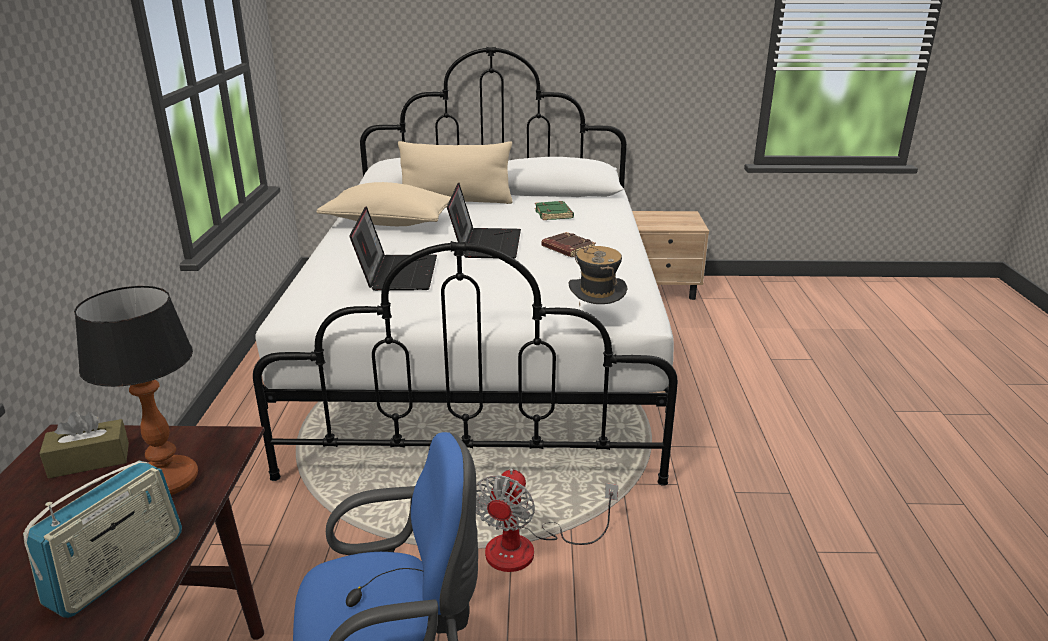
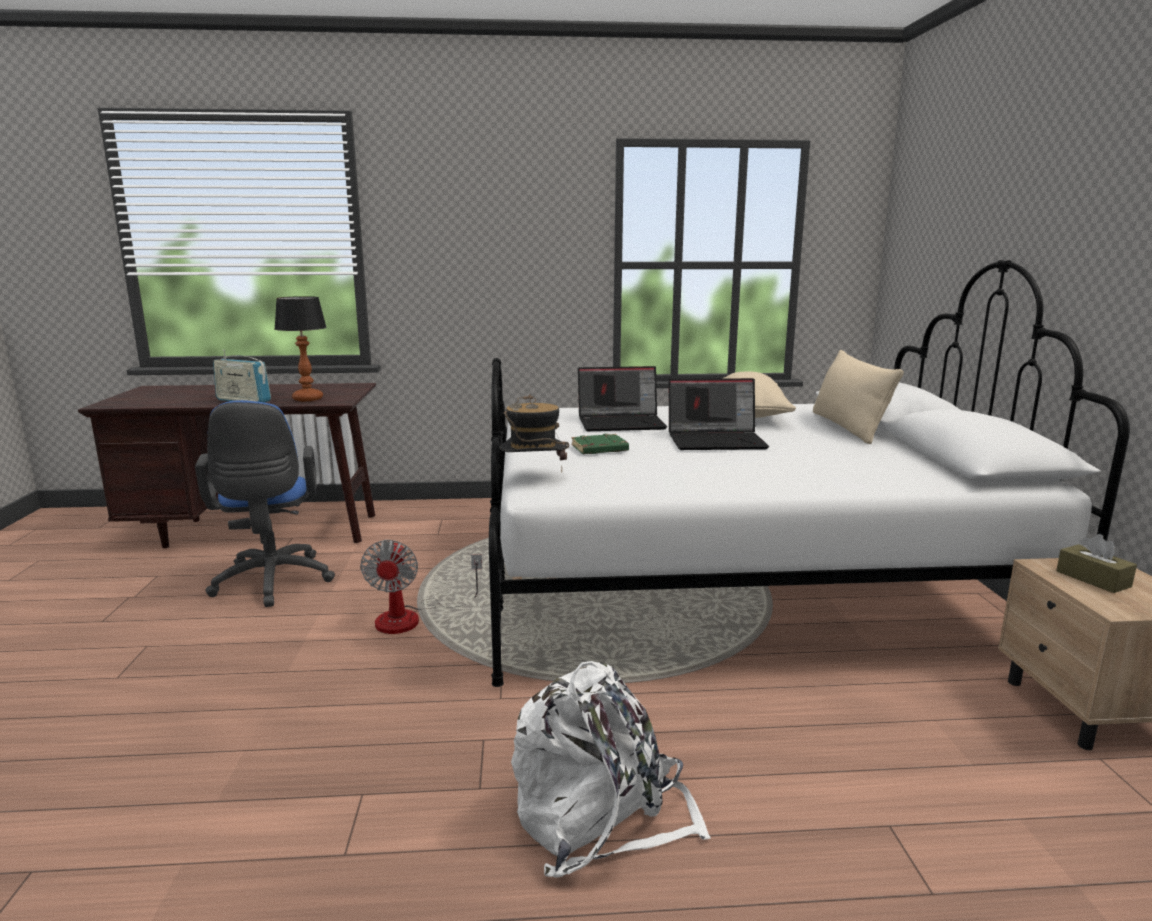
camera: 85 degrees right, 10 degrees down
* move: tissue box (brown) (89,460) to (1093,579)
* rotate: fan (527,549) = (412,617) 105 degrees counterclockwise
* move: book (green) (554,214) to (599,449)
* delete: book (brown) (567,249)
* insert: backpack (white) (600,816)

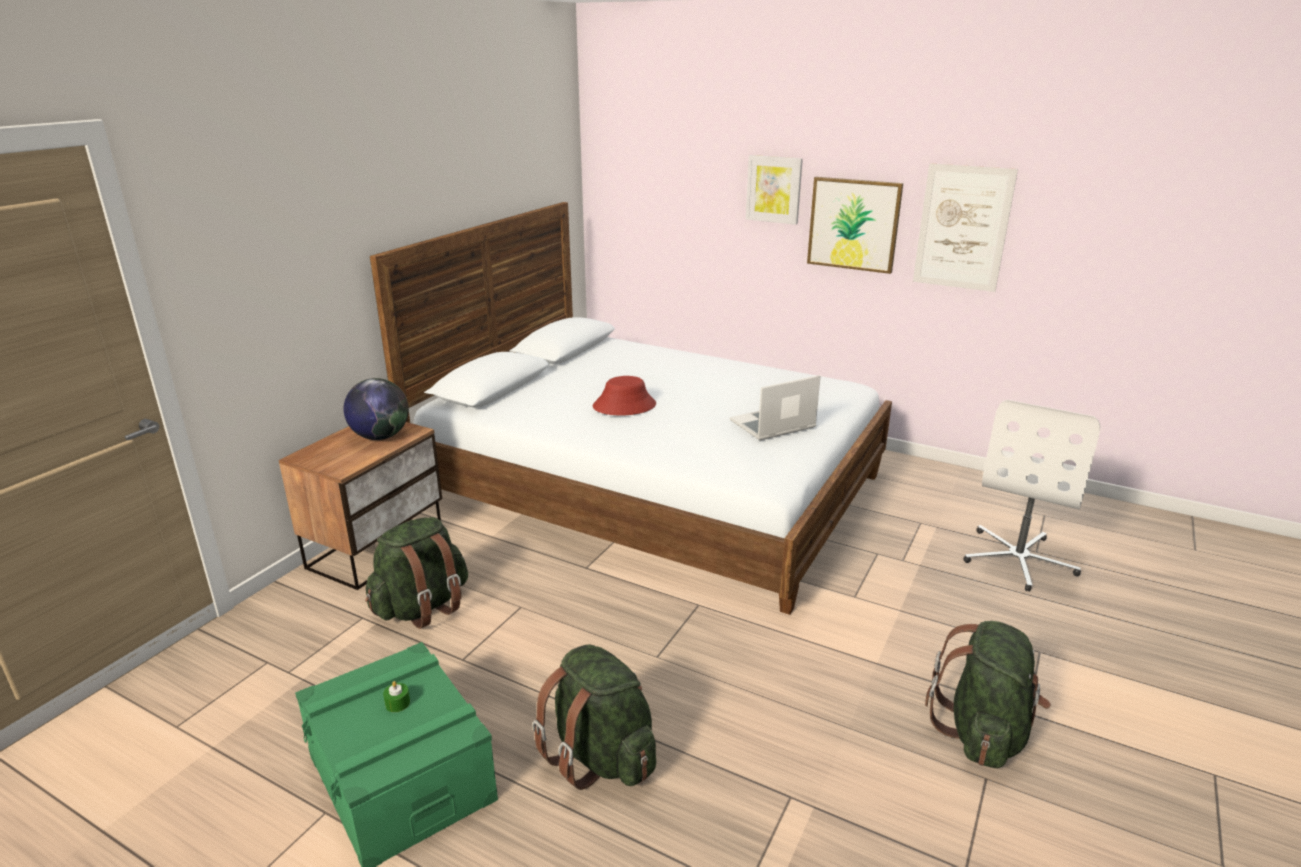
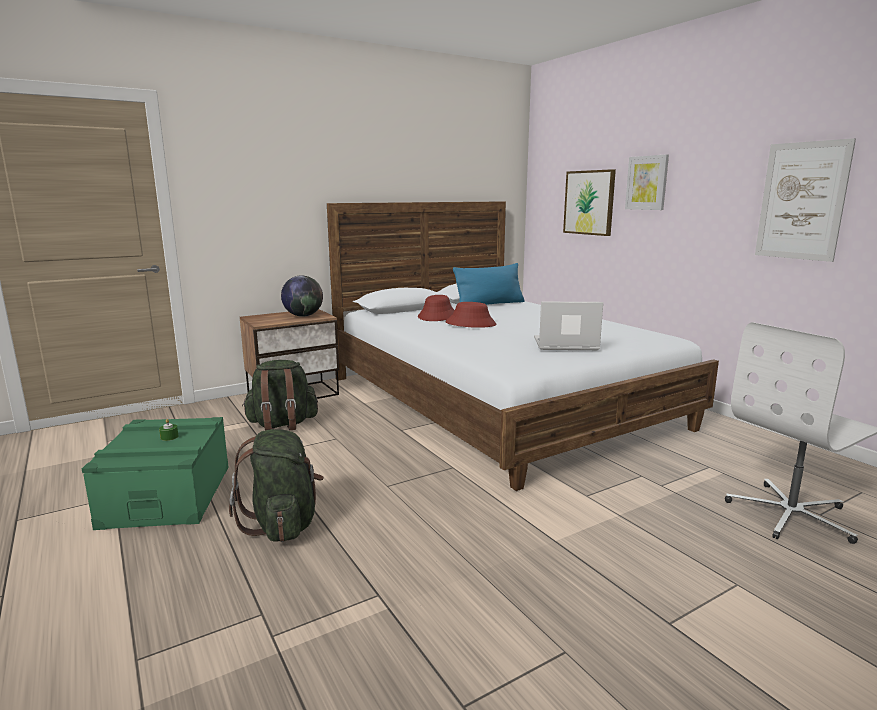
camera: 30 degrees right, 10 degrees down
* move: picture (853,224) to (589,202)
* delete: backpack (green) (982,732)
* insert: hat (red) (437,316)
* insert: pillow (blue) (489,304)

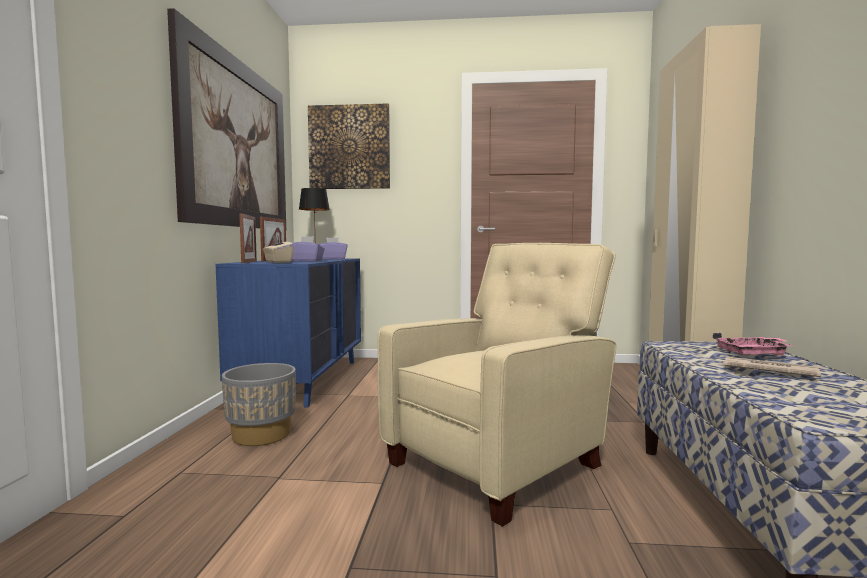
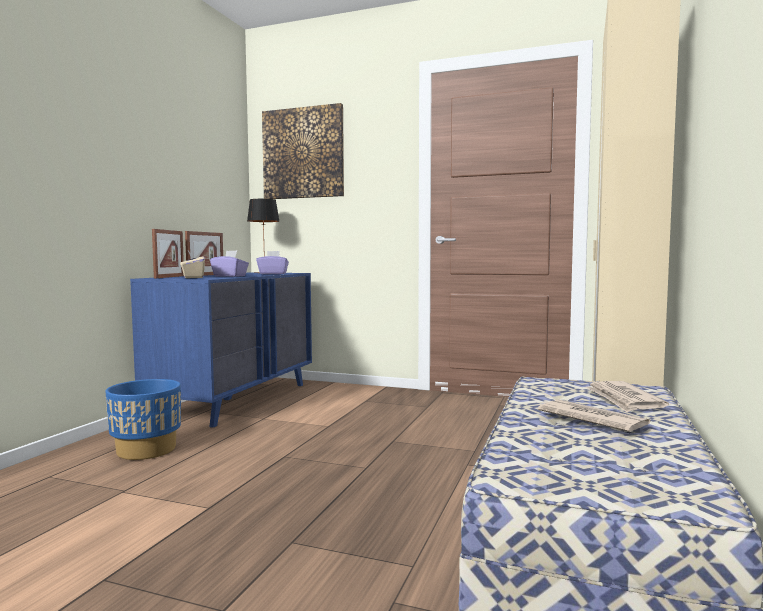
camera: 15 degrees right, 0 degrees up
* delete: picture (237,145)
* recolor: planter (grey) (261,435) to planter (blue) (146,450)
* delete: armchair (beige) (500,462)
* replace: tray (pink) (754,354) to newspaper (624,400)

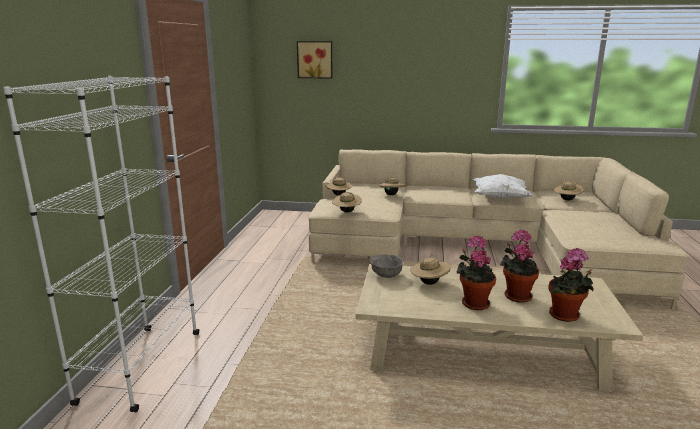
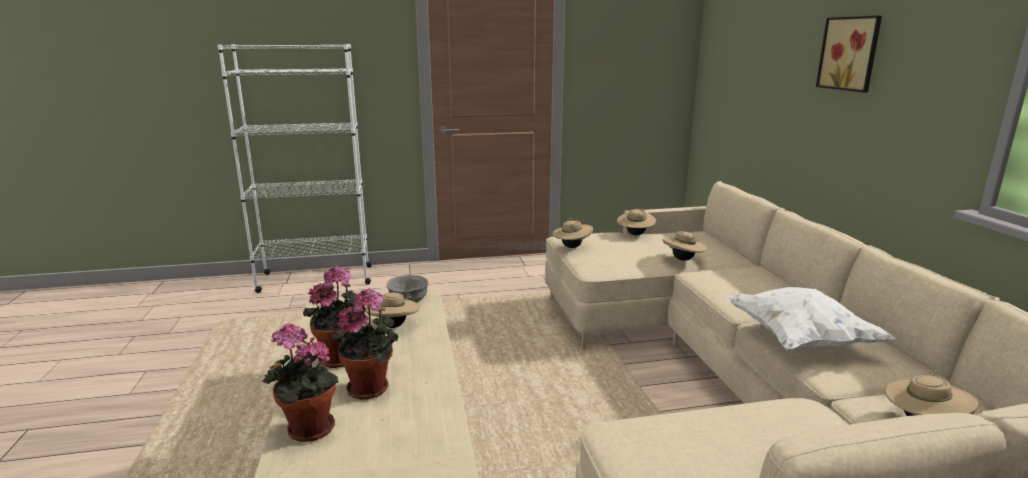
camera: 70 degrees right, 0 degrees up
* move: picture (315,59) to (851,53)

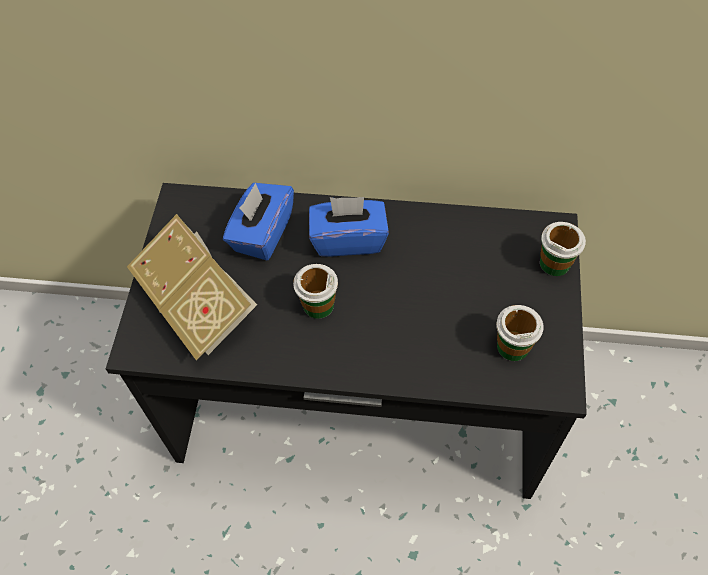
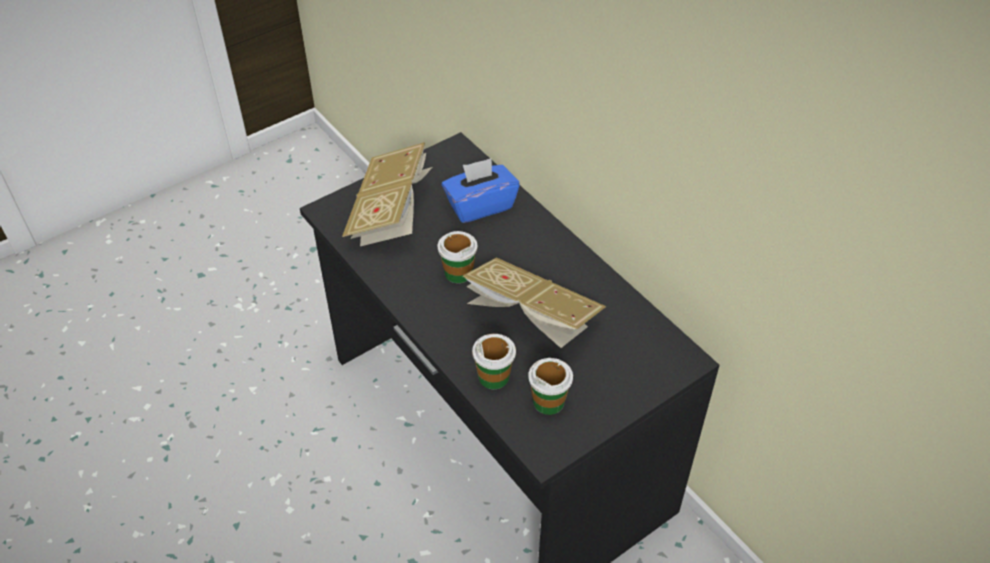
camera: 45 degrees right, 10 degrees down
* delete: tissue box (blue) (348,239)
* move: cup (555,263) to (494,376)
* insert: book (531,319)

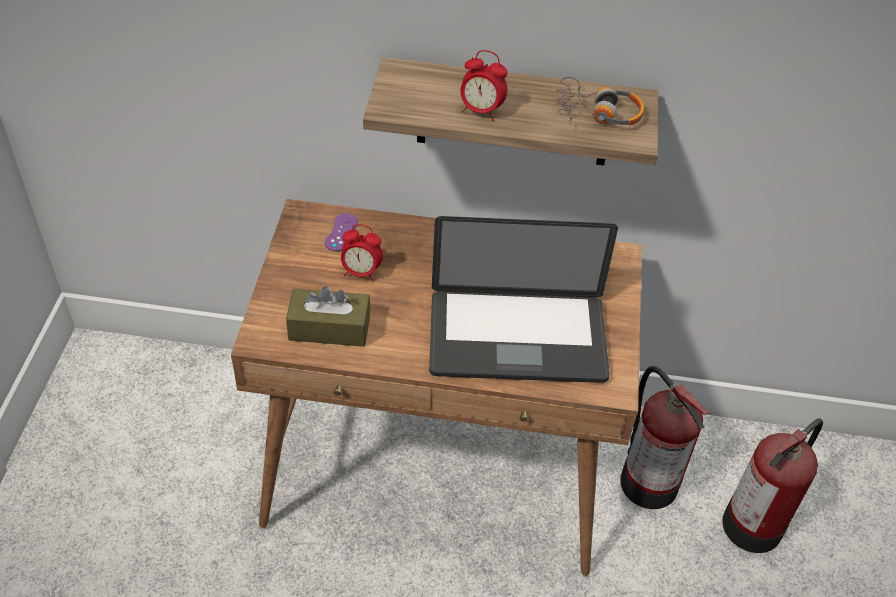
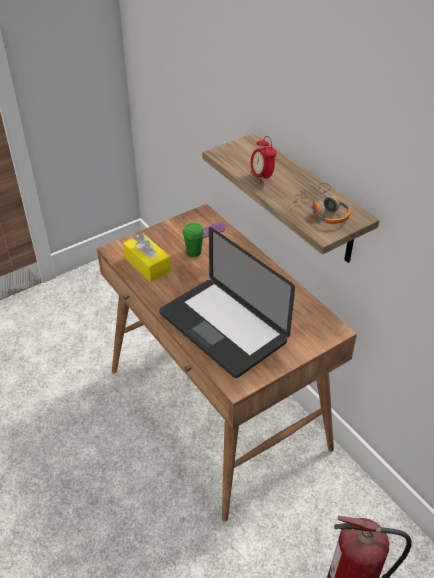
camera: 50 degrees right, 5 degrees down
* recolor: tissue box (brown) (329,328) to tissue box (yellow) (147,265)
* replace: alarm clock (361,272) to cup (green) (194,252)
* delete: fire extinguisher (646,480)

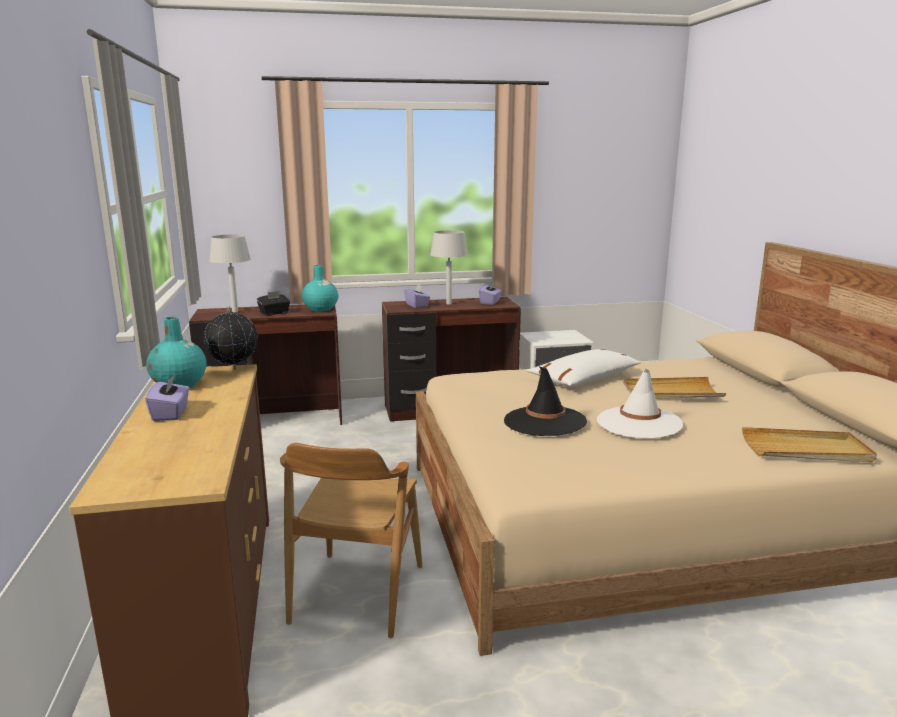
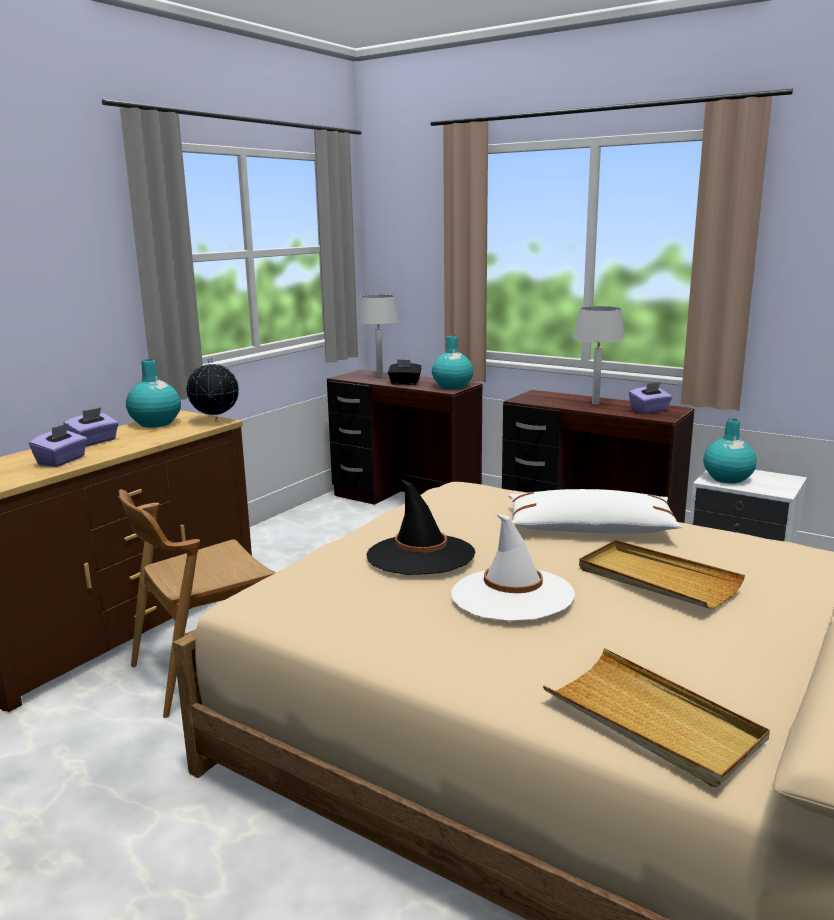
camera: 45 degrees right, 0 degrees up
* move: tissue box (purple) (417,306) to (62,461)
* insert: vase (turquoise) (727,479)

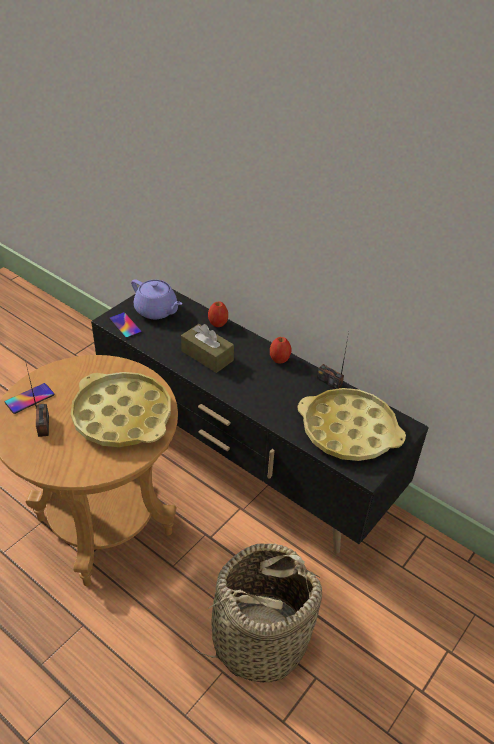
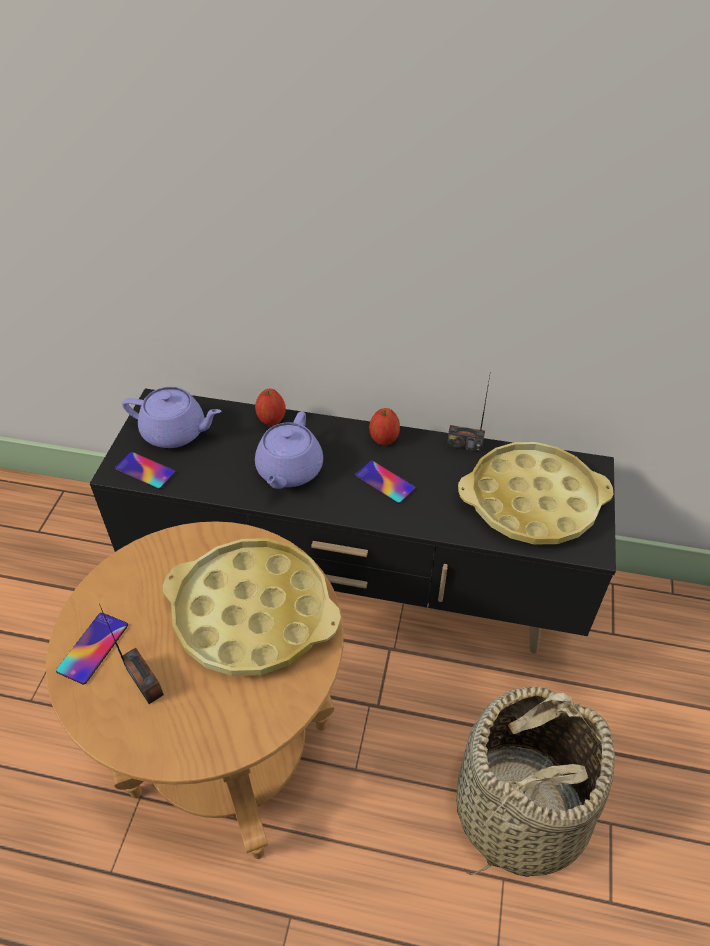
camera: 25 degrees left, 5 degrees up
* replace: tissue box (brown) (207,356) to teapot (purple) (289,471)
* insert: phone (385,482)

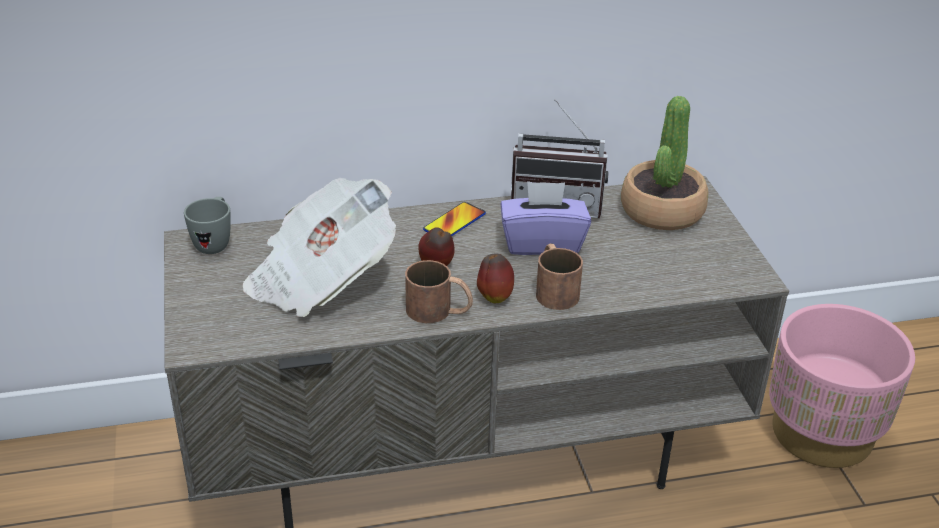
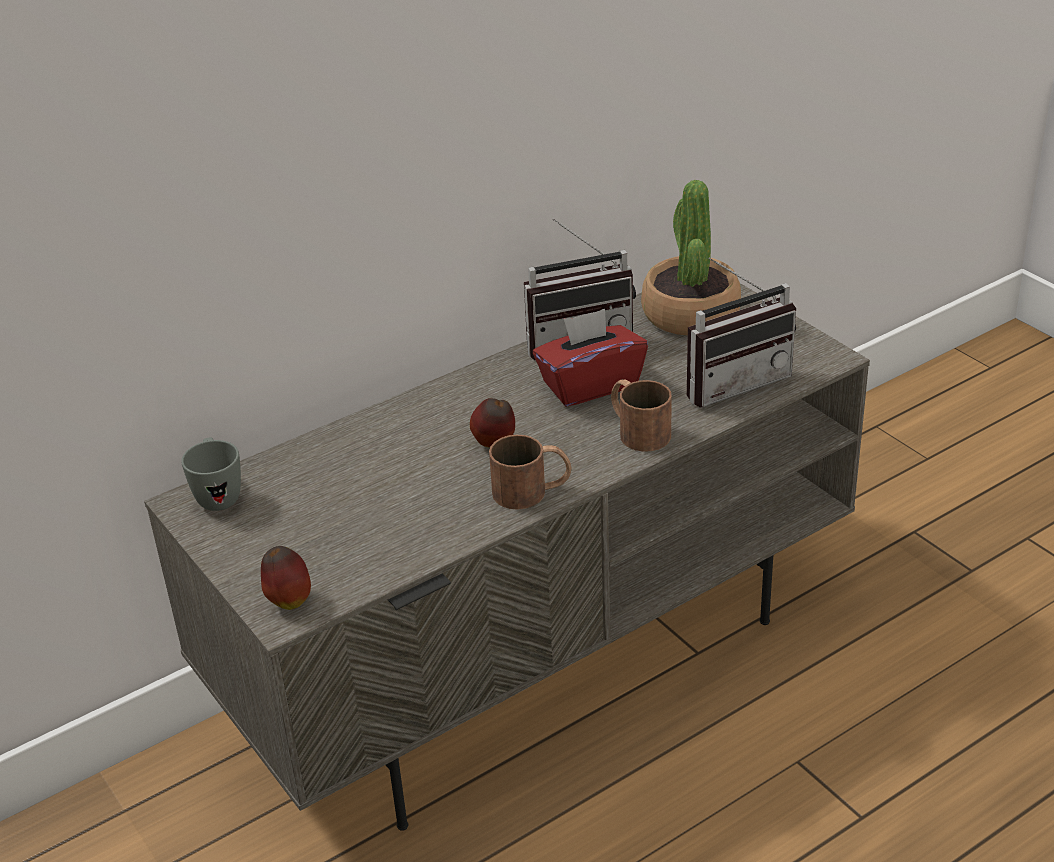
camera: 20 degrees left, 0 degrees up
* delete: newspaper (320,279)
* delete: phone (454,222)
* move: apple (494,297) to (288,601)
* recolor: tissue box (purple) (542,243) to tissue box (red) (590,385)
* delete: planter (pink) (822,433)
* insert: radio (733,381)

